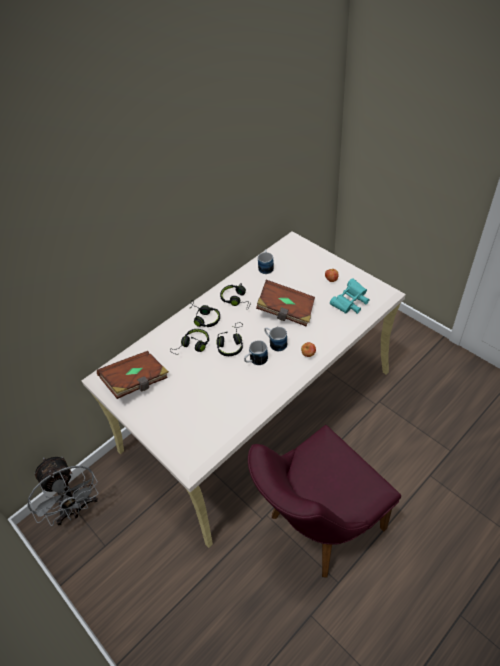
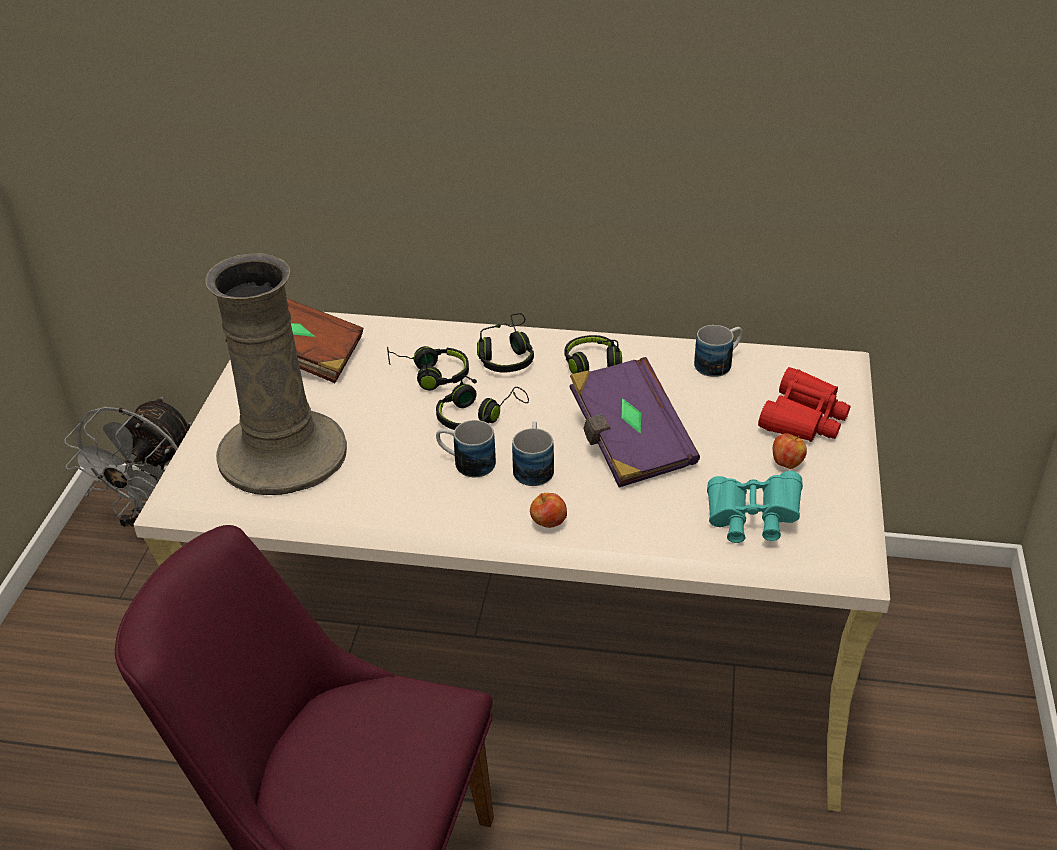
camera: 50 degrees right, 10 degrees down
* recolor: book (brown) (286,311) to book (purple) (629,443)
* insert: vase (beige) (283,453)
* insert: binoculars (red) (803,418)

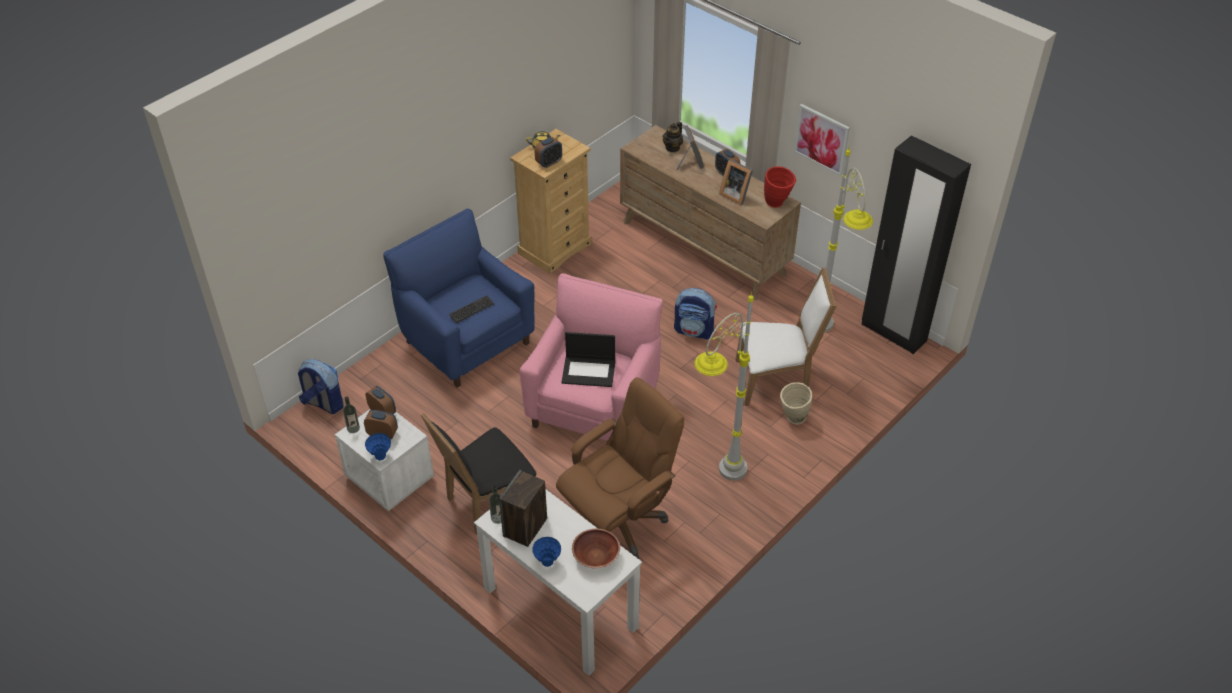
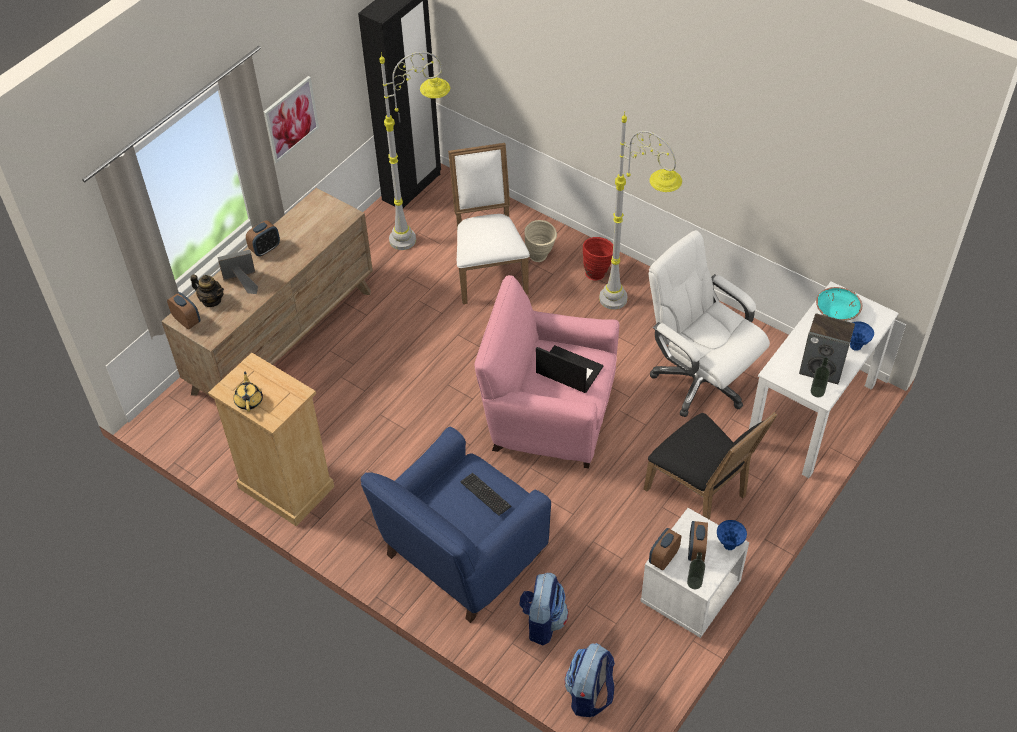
camera: 95 degrees left, 5 degrees up
* move: alarm clock (549,163) to (187,321)
* recolor: office chair (brown) (618,522) to office chair (white) (699,380)
* rotate: laptop (589,371) = (568,370) 60 degrees counterclockwise
* recolor: bowl (brown) (596,556) to bowl (turquoise) (837,313)
* move: backpack (694,330) to (542,621)
* delete: picture frame (735,194)
* move: vase (red) (777,204) to (597,272)

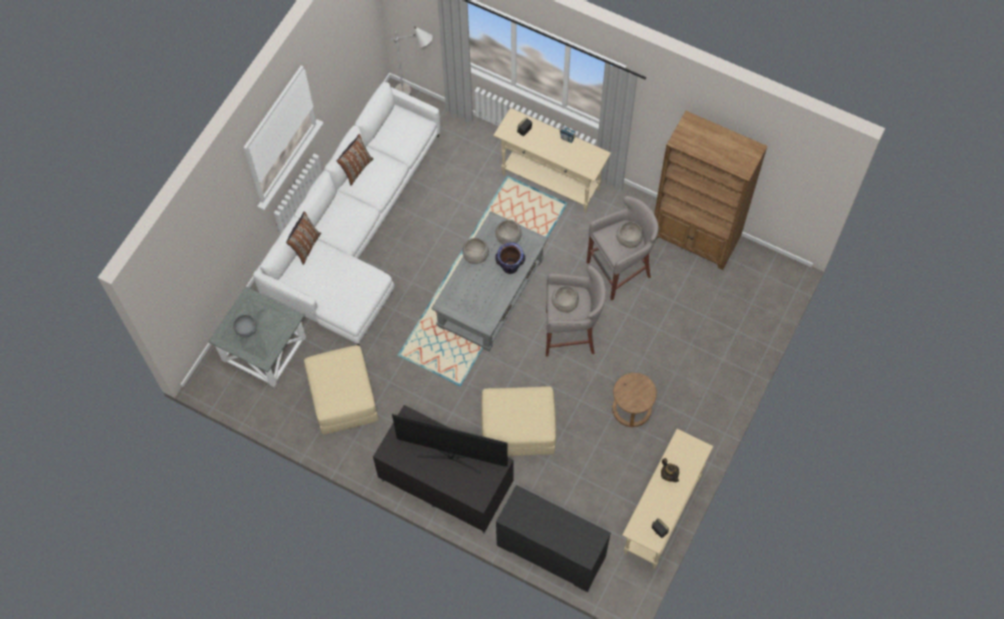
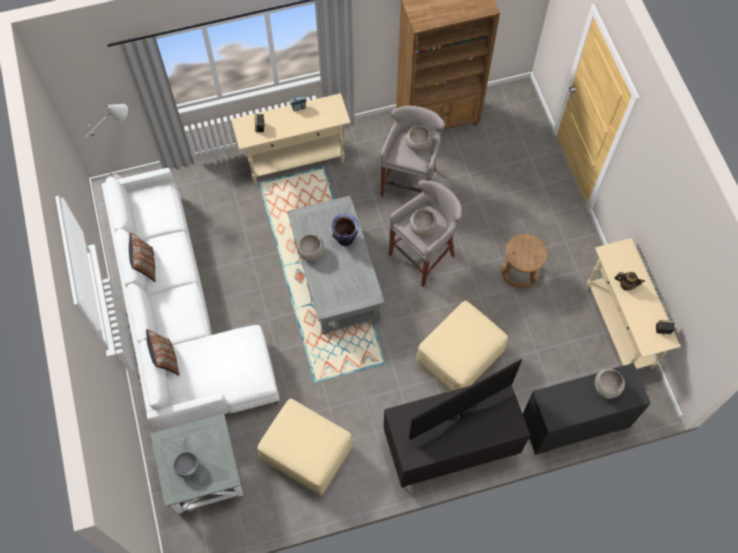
camera: 45 degrees left, 0 degrees up
* move: bowl (grey) (508,238) to (606,387)

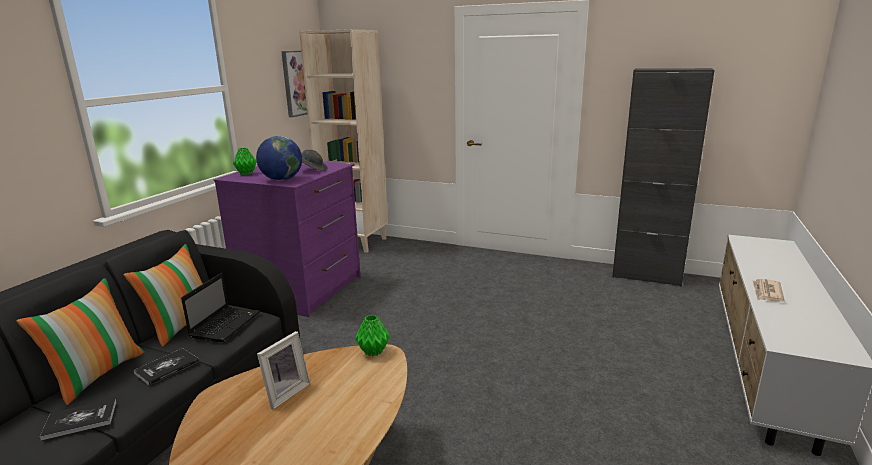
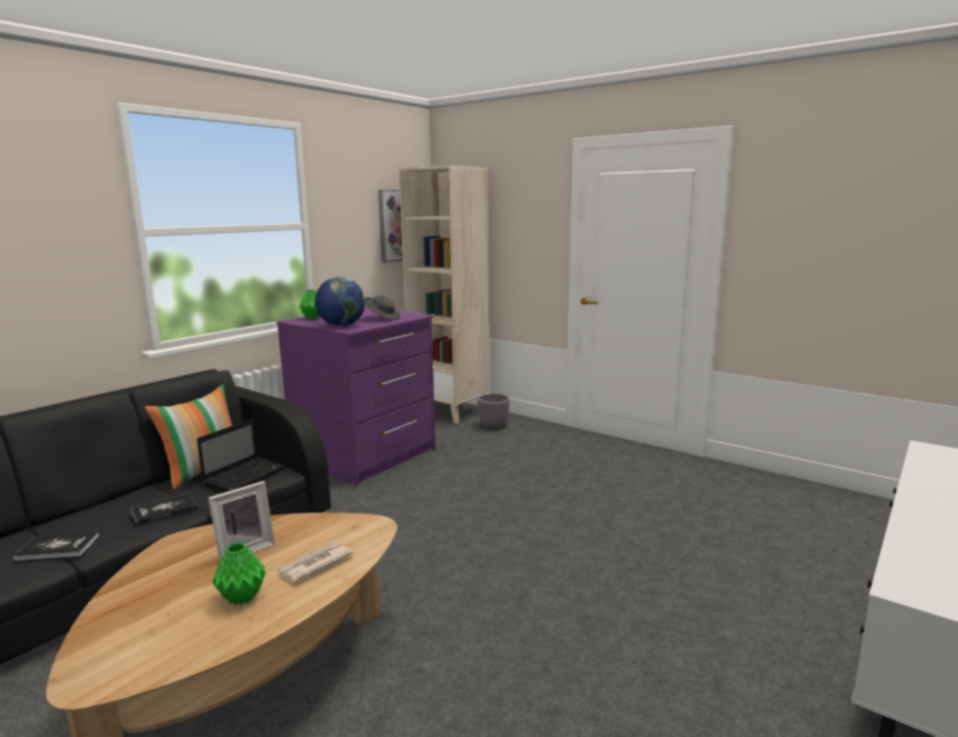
camera: 15 degrees right, 5 degrees down
* delete: pillow (97,374)
* move: vase (green) (372,352) to (241,598)
* delete: cabinet (black) (646,276)
* move: newspaper (767,292) to (314,564)
* insert: planter (grey) (494,425)

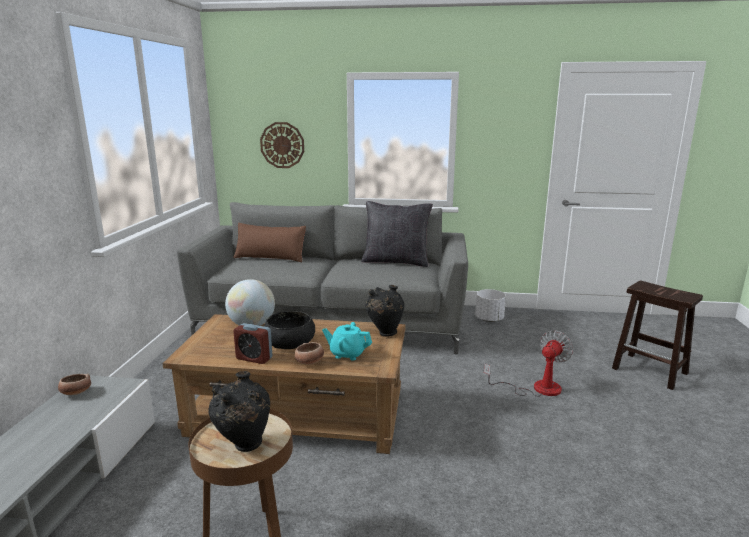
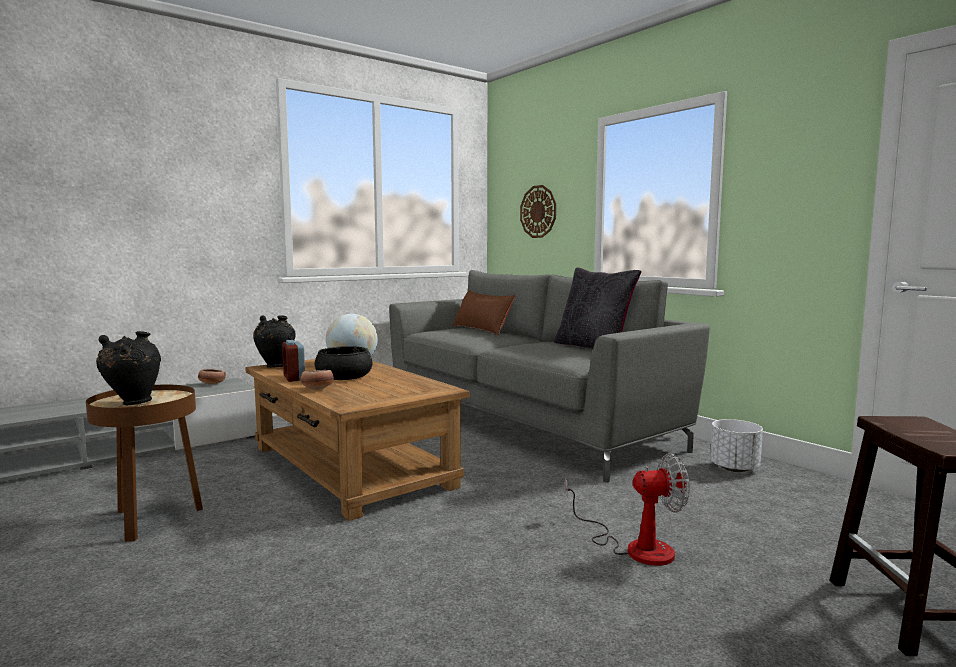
camera: 45 degrees right, 10 degrees down
* delete: teapot (turquoise) (347,354)
* move: vase (black) (384,333) to (276,366)

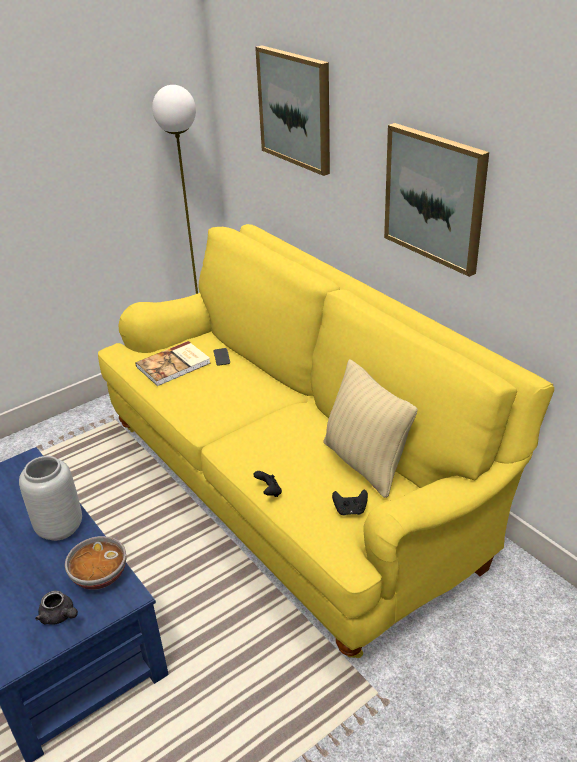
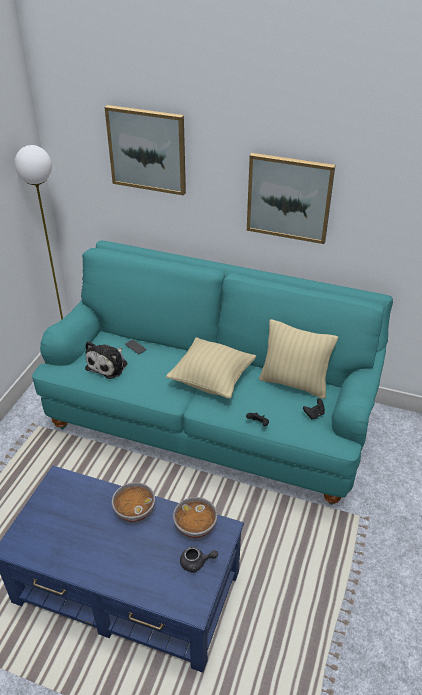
camera: 35 degrees left, 5 degrees up
* replace: vase (grey) (59,527) to bowl (134,510)
* recolor: sofa (yellow) (295,488) to sofa (turquoise) (211,420)
* replace: book (174,365) to plush toy (108,365)
* insert: pillow (beige) (212,380)

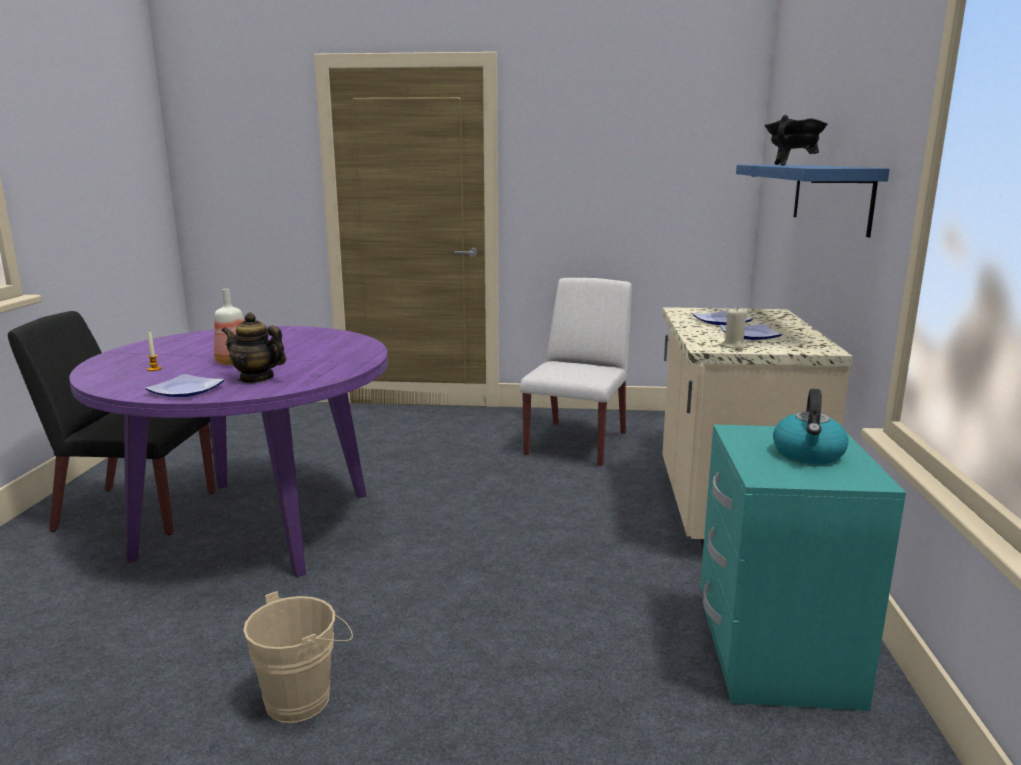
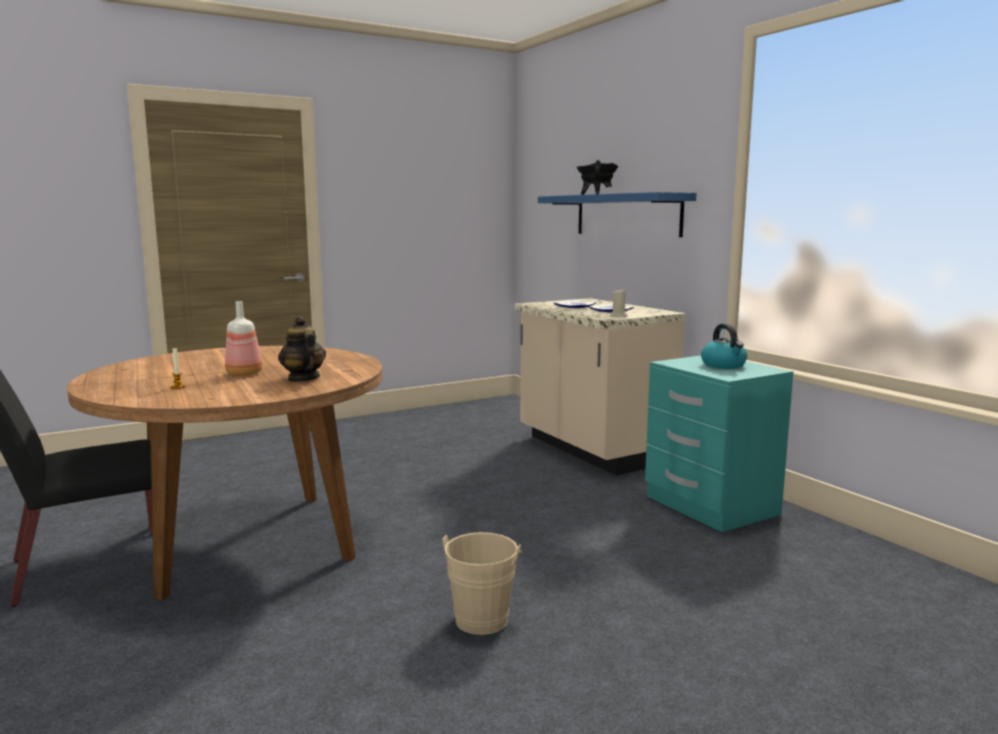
camera: 35 degrees left, 5 degrees down
* recolor: dining table (purple) (256,525) to dining table (brown) (247,541)
* delete: plate (186,391)
* rotate: teapot (256,378) = (303,378) 75 degrees clockwise
* delete: chair (white) (577,443)

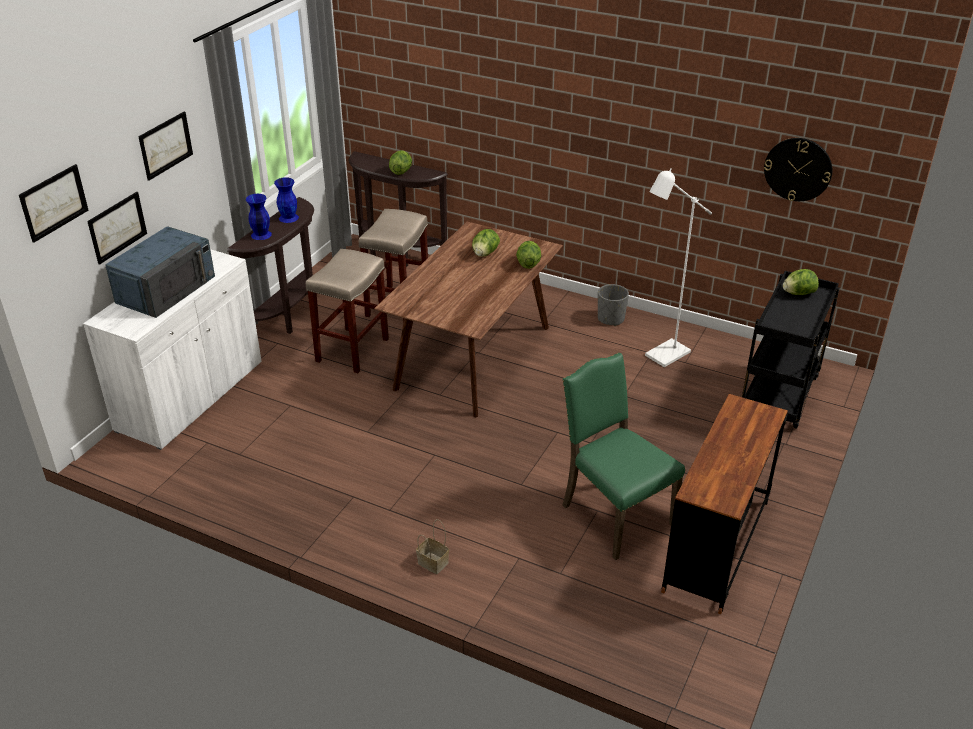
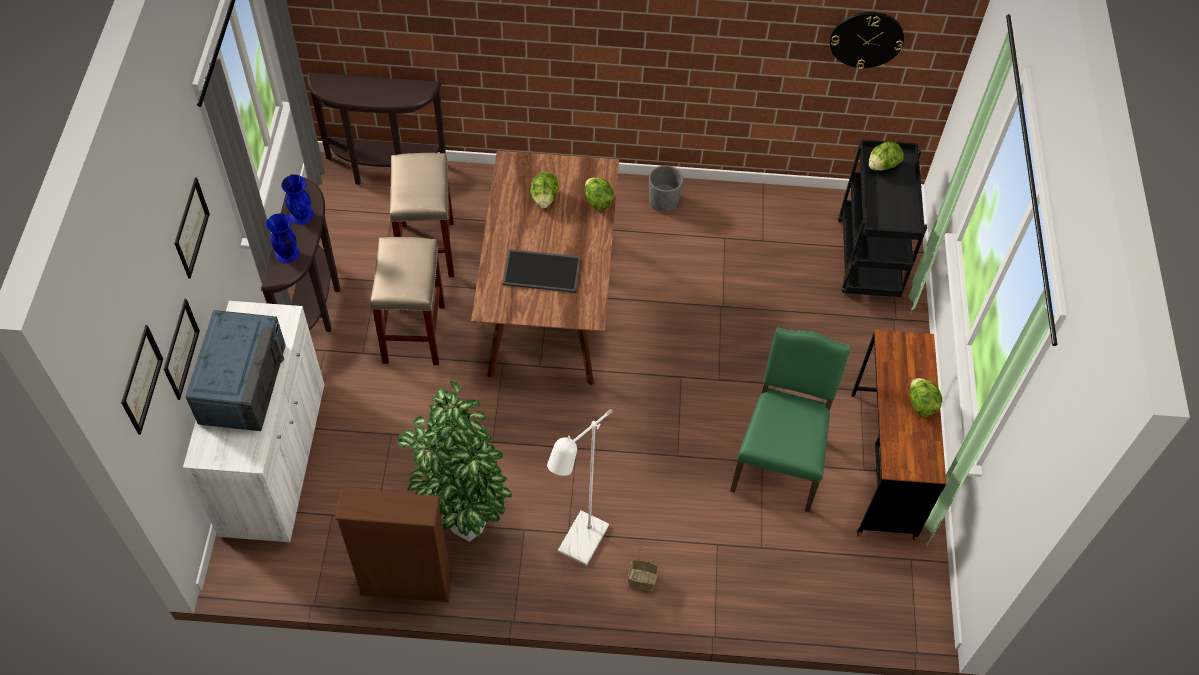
camera: 25 degrees left, 20 degrees up
* move: lettuce (401,171) to (921,404)
* rotate: chair (green) (614,514) = (779,461) 75 degrees clockwise
* move: floor lamp (white) (662,357) to (579,547)
* insert: bookcase (brown) (406,585)
* insert: potted plant (464,528)
* insert: tray (542,270)

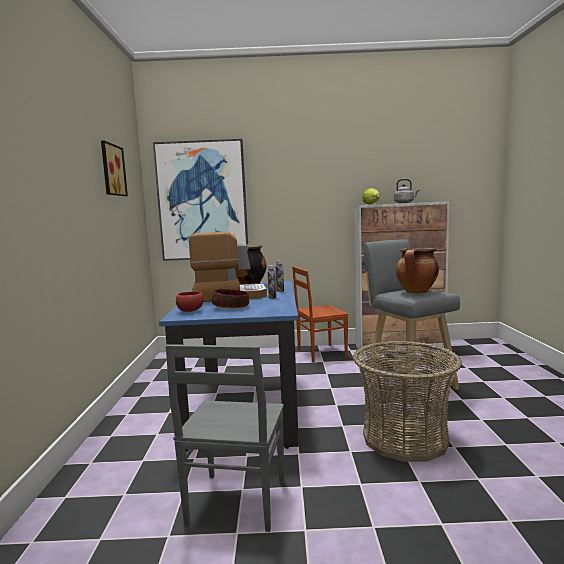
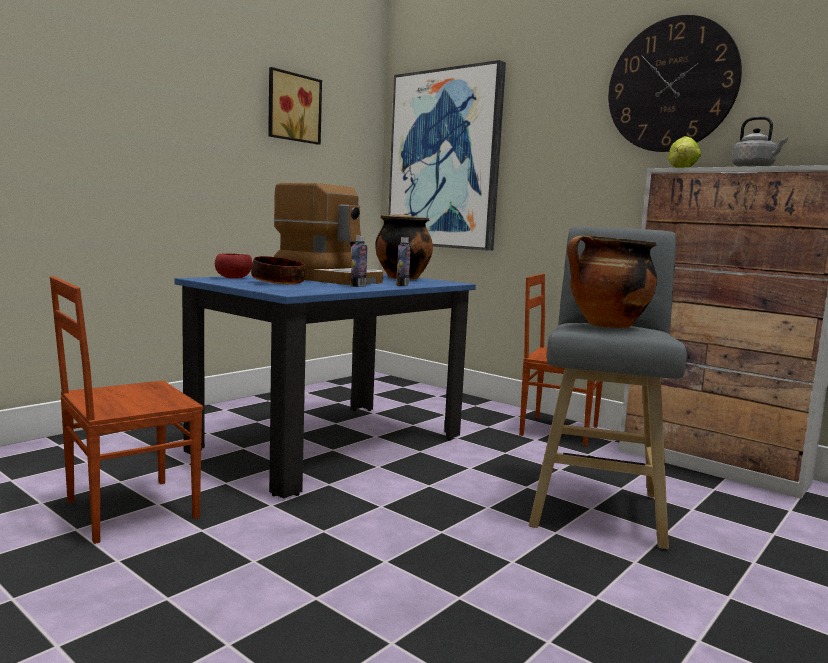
camera: 40 degrees right, 0 degrees up
* recolor: chair (grey) (235,502) to chair (brown) (129,509)
* delete: basket (404,438)
* insert: wall clock (671,85)

